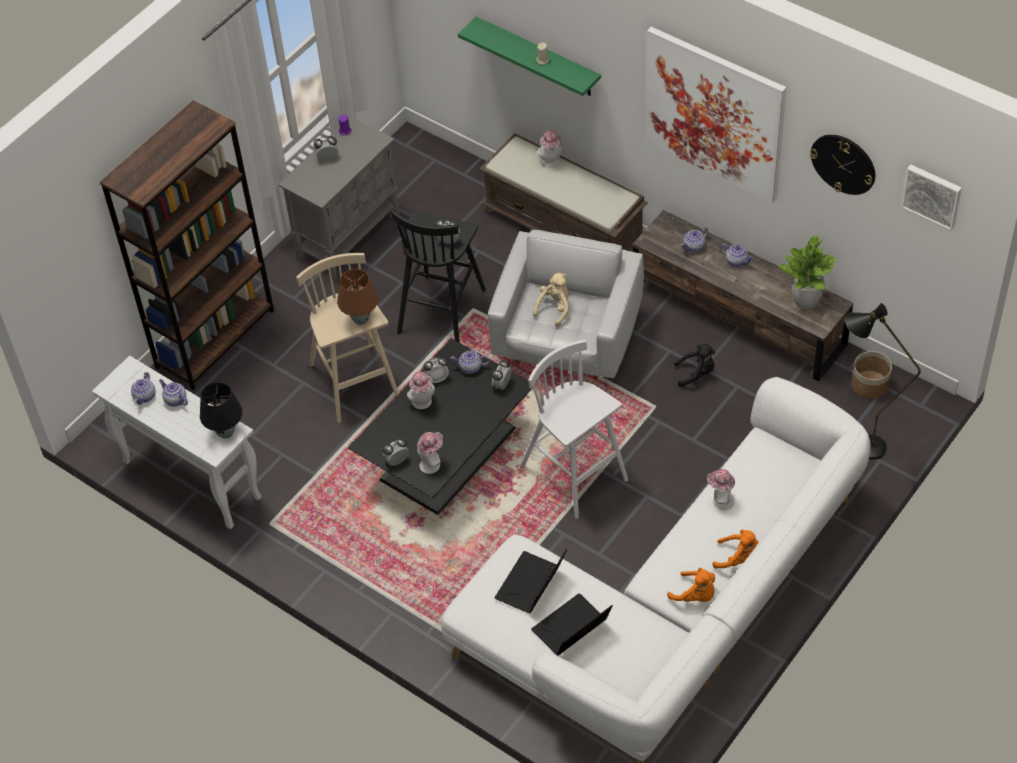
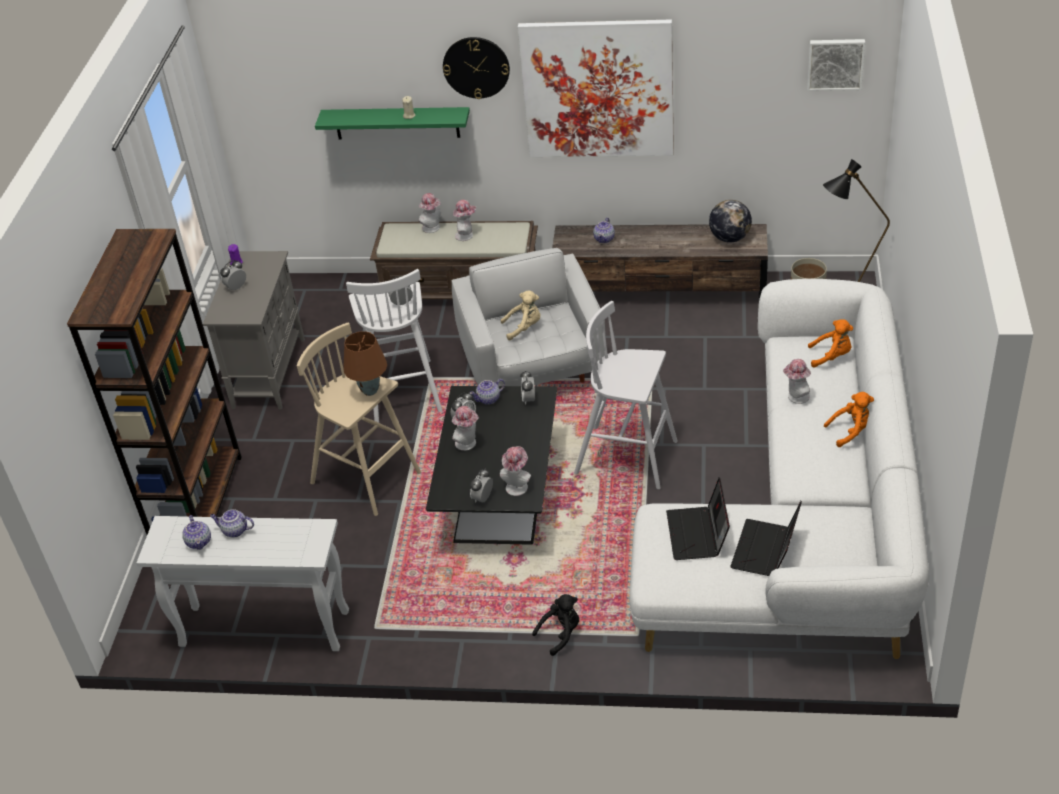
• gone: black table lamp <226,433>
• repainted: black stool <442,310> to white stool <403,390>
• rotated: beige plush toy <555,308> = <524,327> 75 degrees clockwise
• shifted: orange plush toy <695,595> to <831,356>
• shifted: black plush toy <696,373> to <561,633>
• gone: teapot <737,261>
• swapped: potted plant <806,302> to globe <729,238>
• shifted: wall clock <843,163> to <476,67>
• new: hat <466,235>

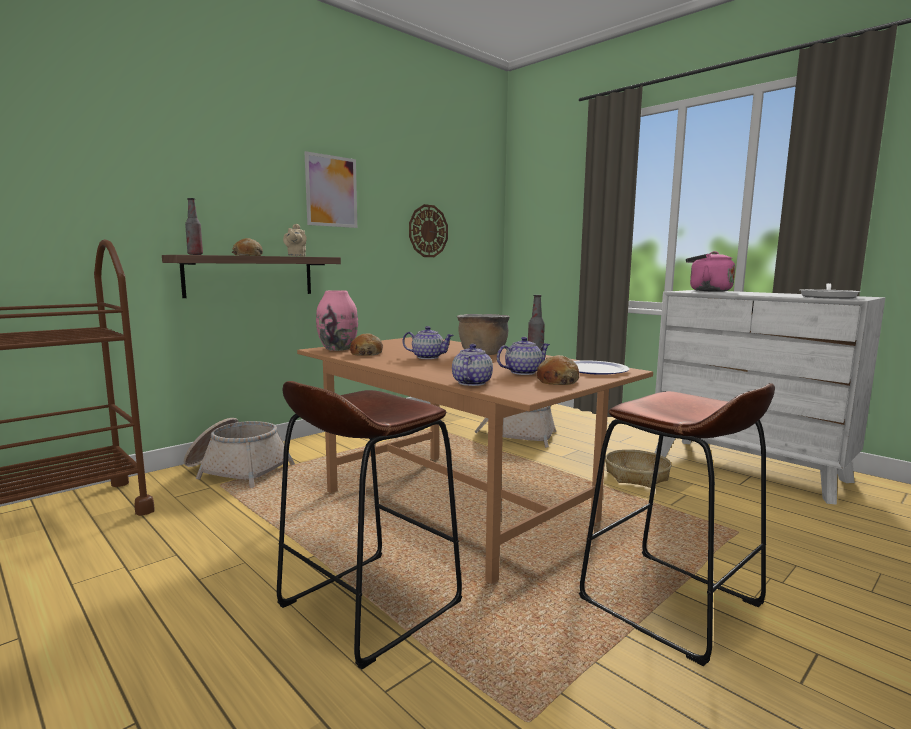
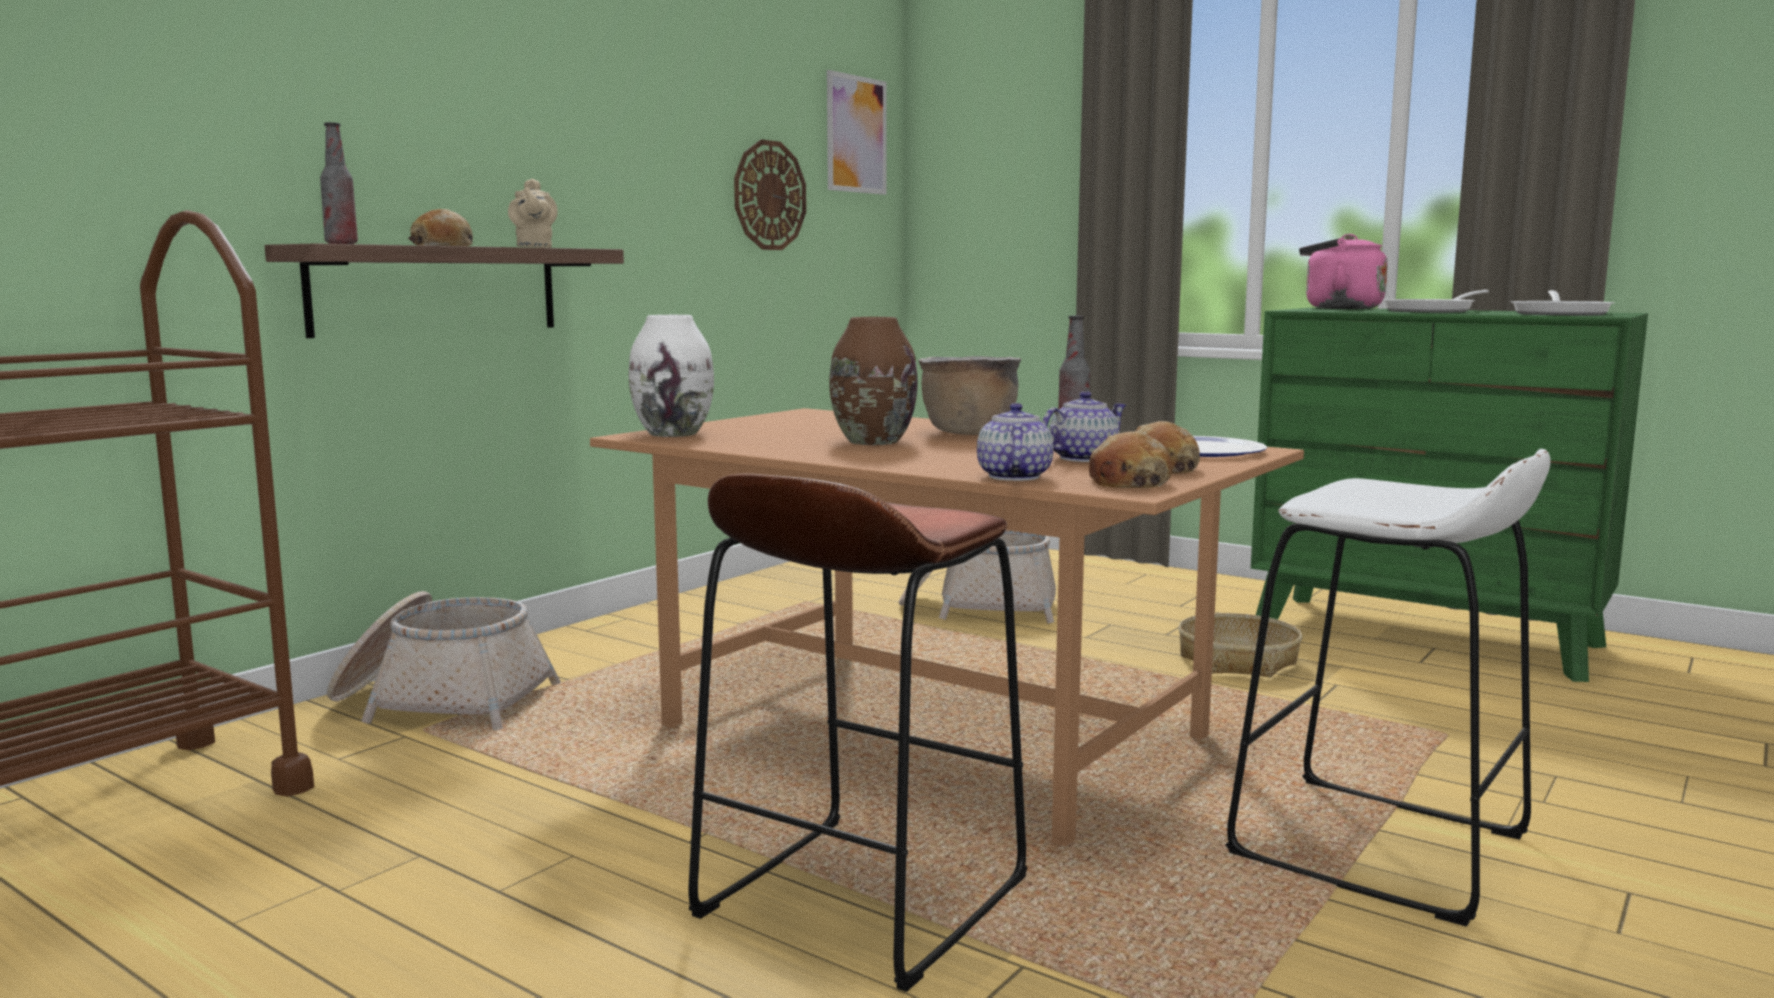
• shifted: picture <331,191> to <856,134>
• repainted: pink vase <338,348> to white vase <673,433>
• shifted: bread <366,353> to <1128,482>
• swapped: teapot <427,357> to brown vase <873,441>
• repainted: brown stool <670,603> to white stool <1379,847>
• repainted: white dresser <748,468> to green dresser <1424,635>
• new: frying pan <1434,311>

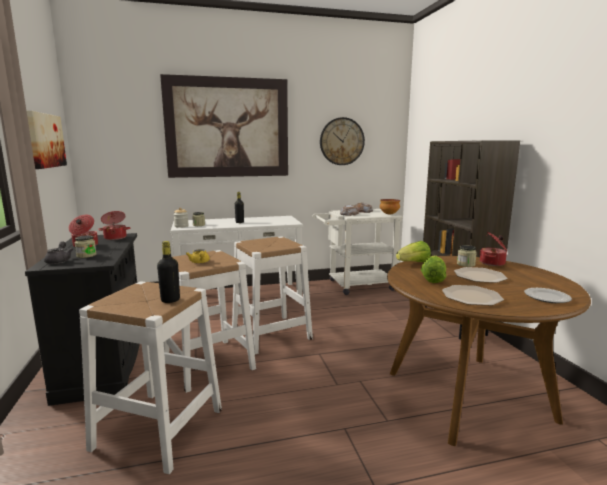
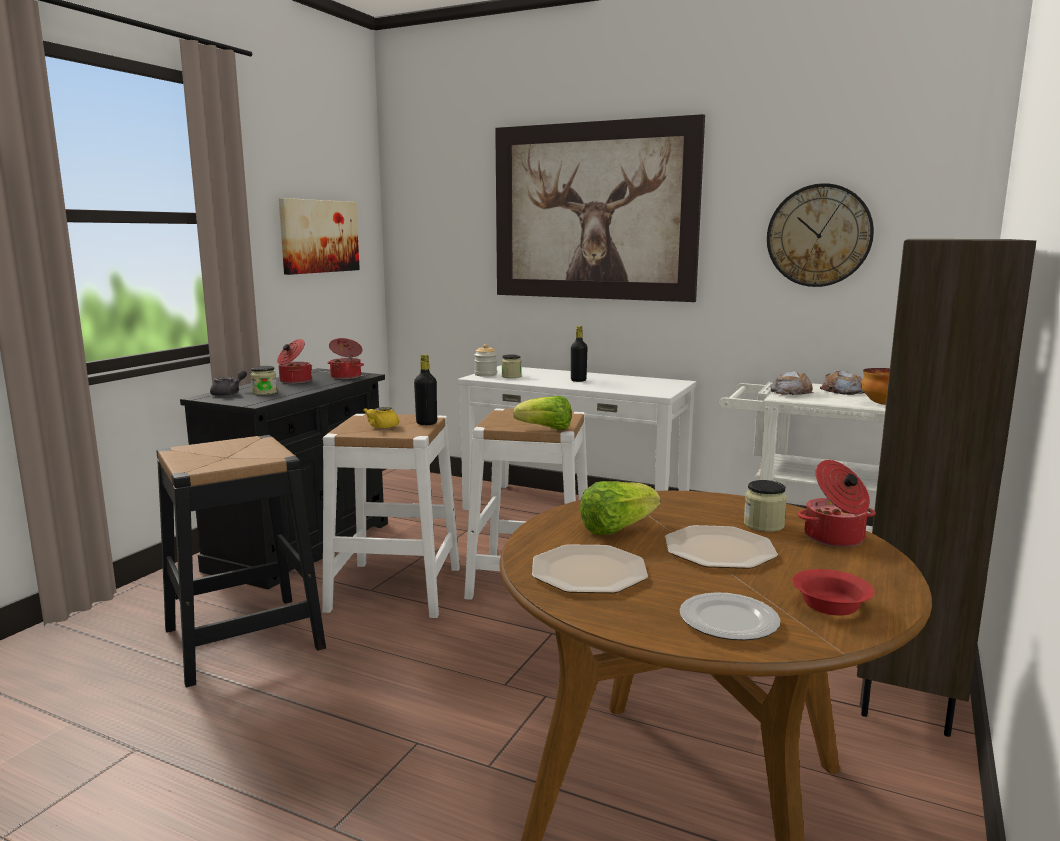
• repainted: white stool <158,428> to black stool <243,638>
• shifted: black bottle <170,300> to <426,423>
• shifted: lettuce <413,263> to <546,429>
• new: red bowl <830,606>

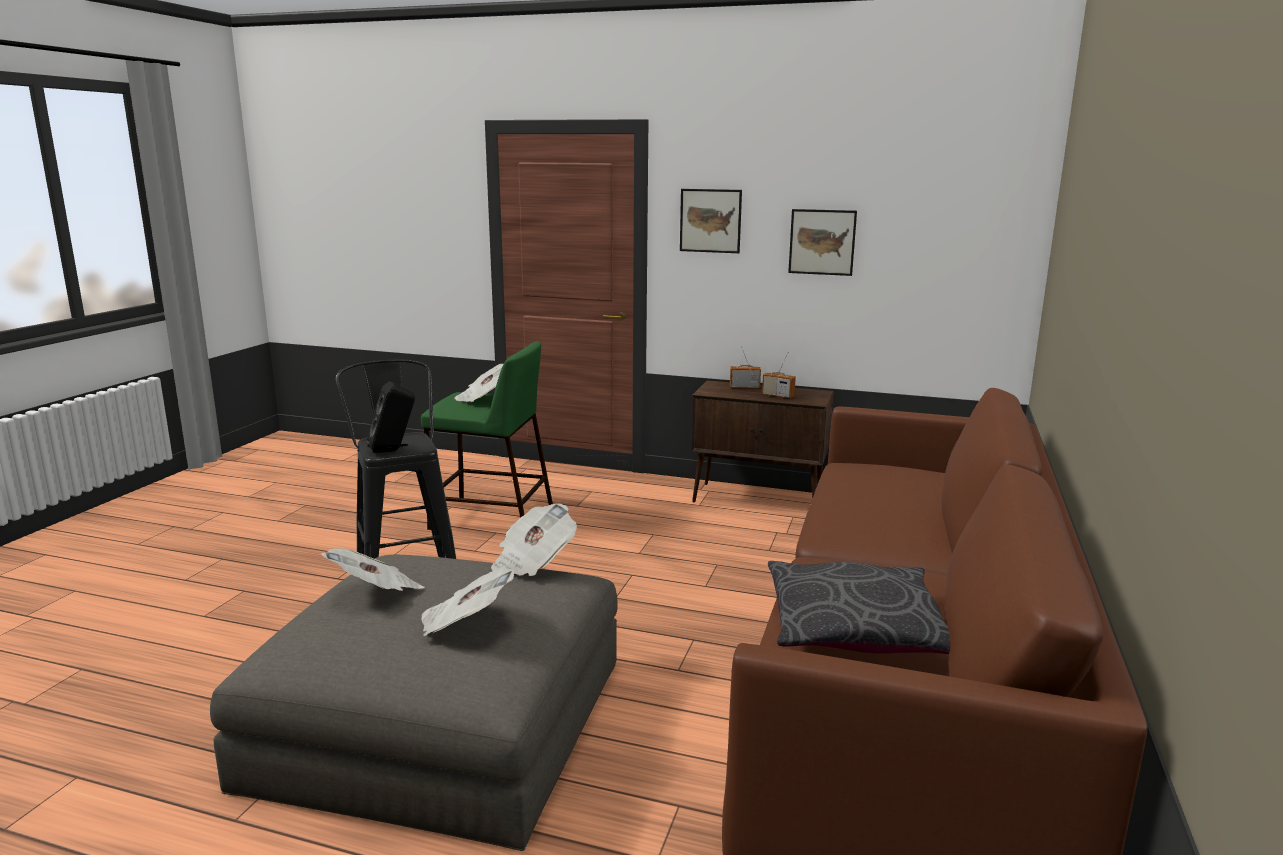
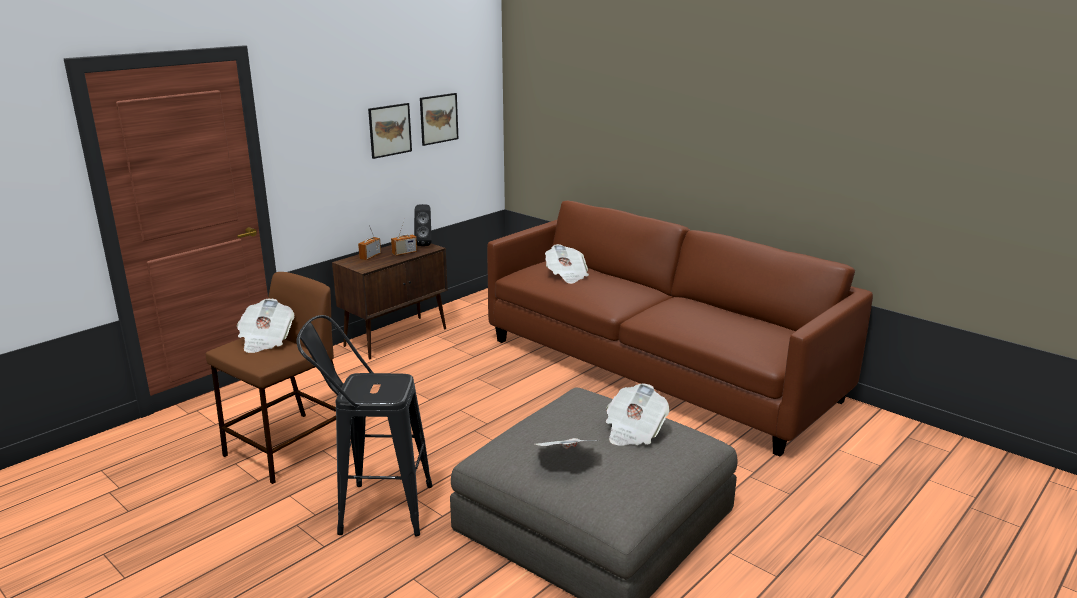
• shifted: black speaker <393,450> to <424,244>
• repainted: green stool <490,518> to brown stool <288,448>
• shifted: newspaper <533,561> to <566,275>
• shifted: picture <710,220> to <438,118>
• gone: grey pillow <854,627>

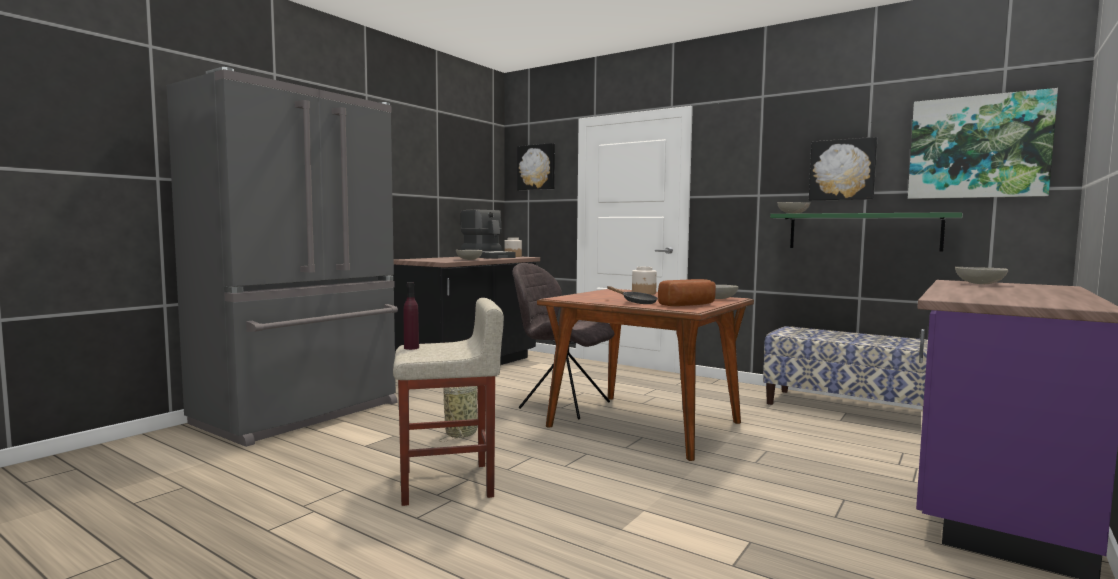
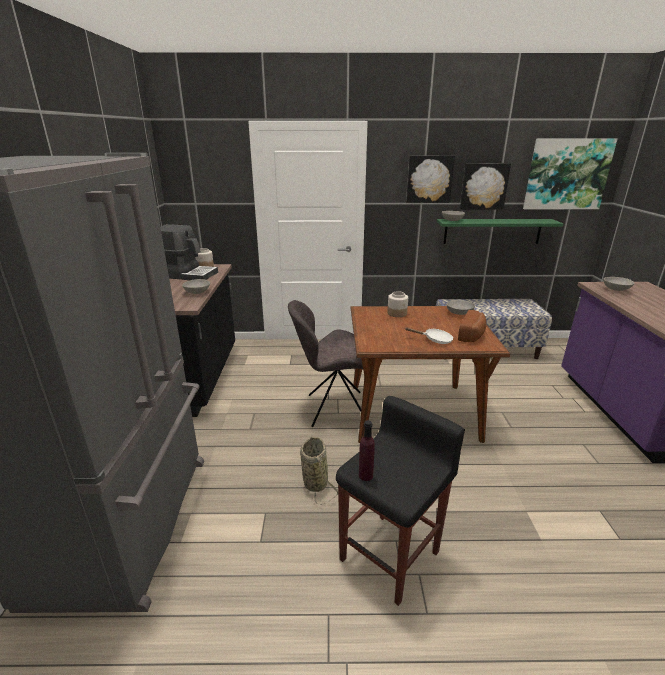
• repainted: beige stool <448,483> to black stool <390,554>
• shifted: picture <537,167> to <429,179>
• repainted: black frying pan <636,302> to white frying pan <435,340>

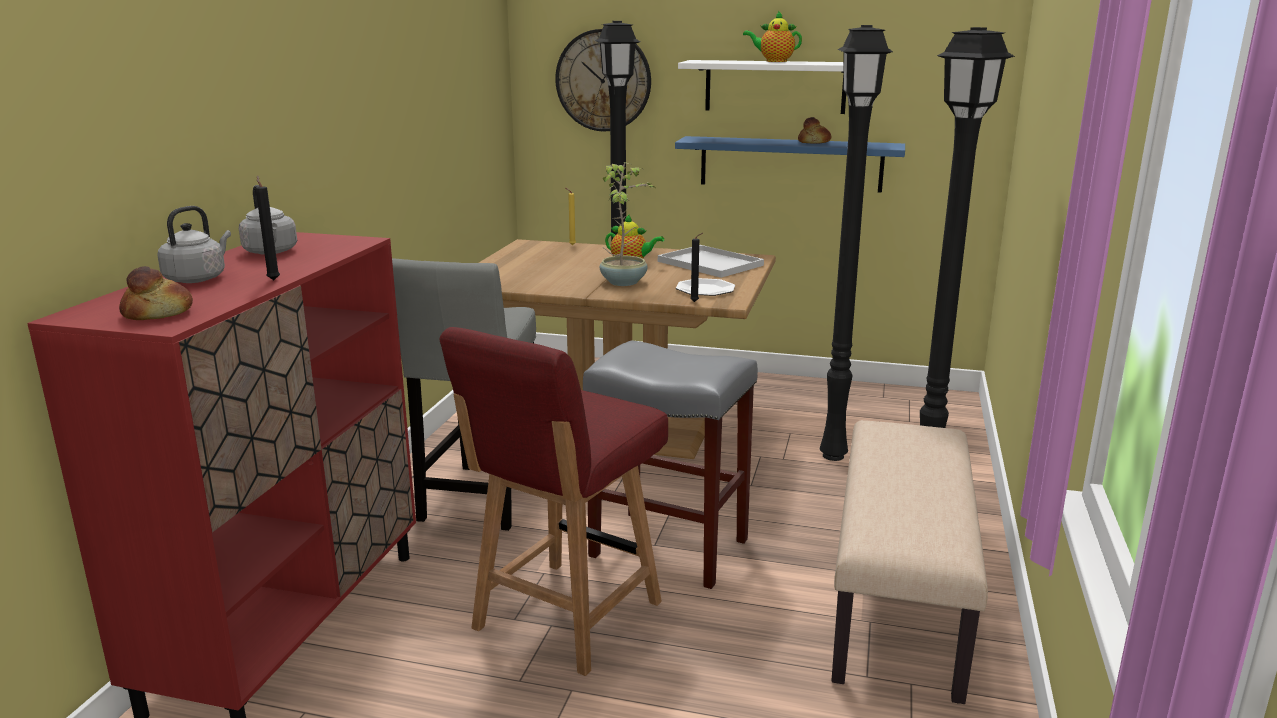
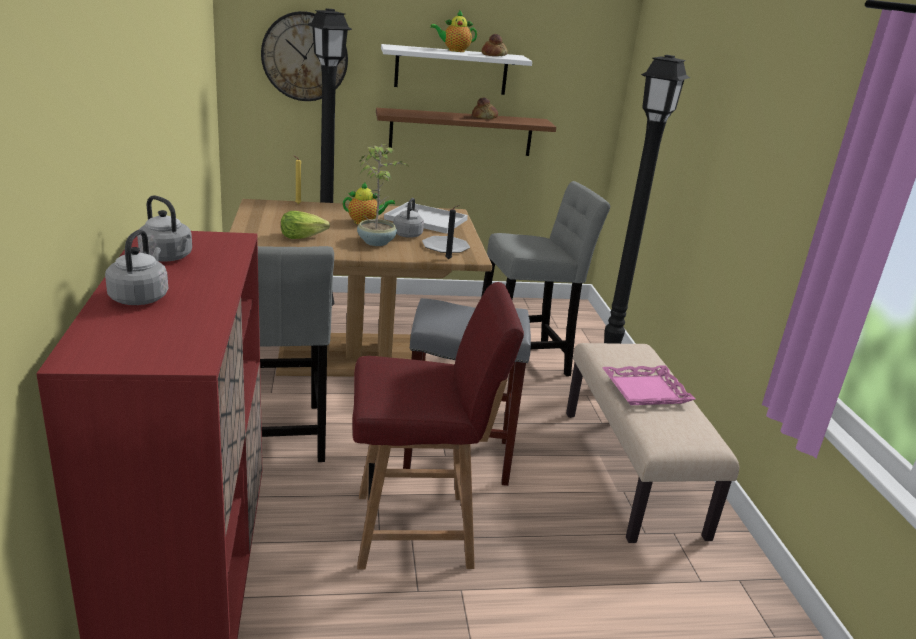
• shifted: bread <159,314> to <494,55>
• gone: black candle <273,279>
• rotated: red chair <565,617> = <417,530> 105 degrees counterclockwise
• repainted: blue shelf <790,164> to brown shelf <461,132>
• swapped: black floor lamp <835,457> to grey stool <526,363>
• new: lettuce <302,237>
• new: grey kettle <408,234>
• new: pink tray <645,390>

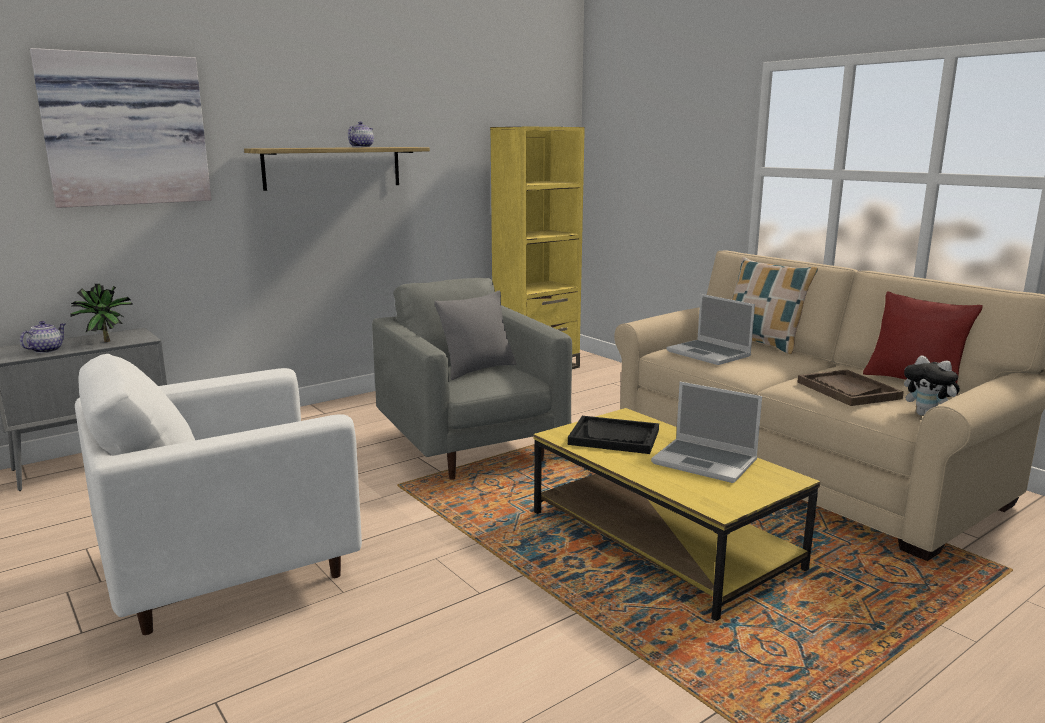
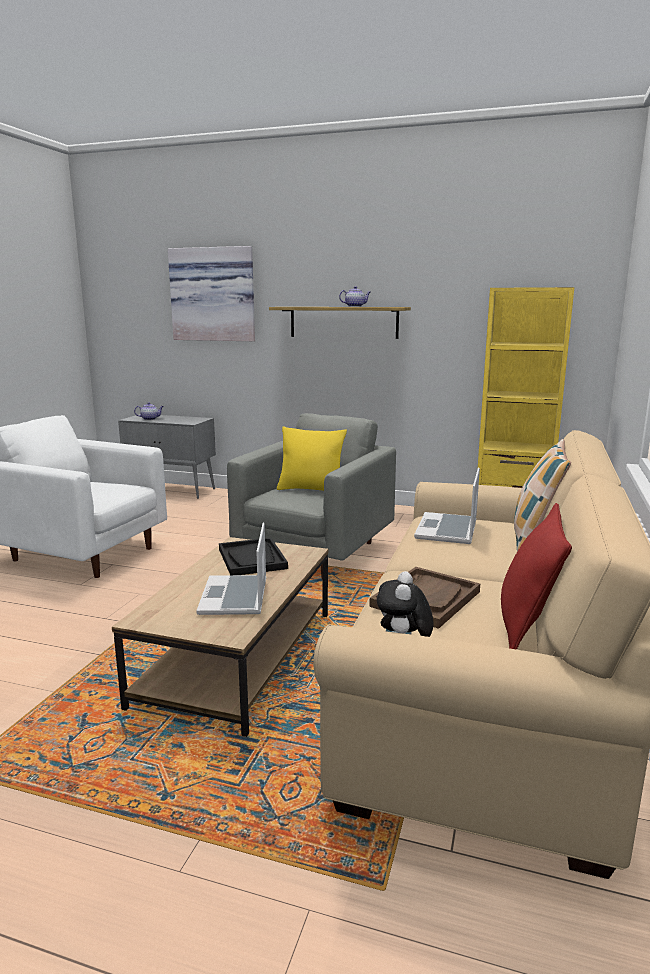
• gone: potted plant <105,341>
• repainted: grey pillow <478,369> to yellow pillow <311,489>
• repainted: yellow coffee table <663,541> to brown coffee table <237,658>

